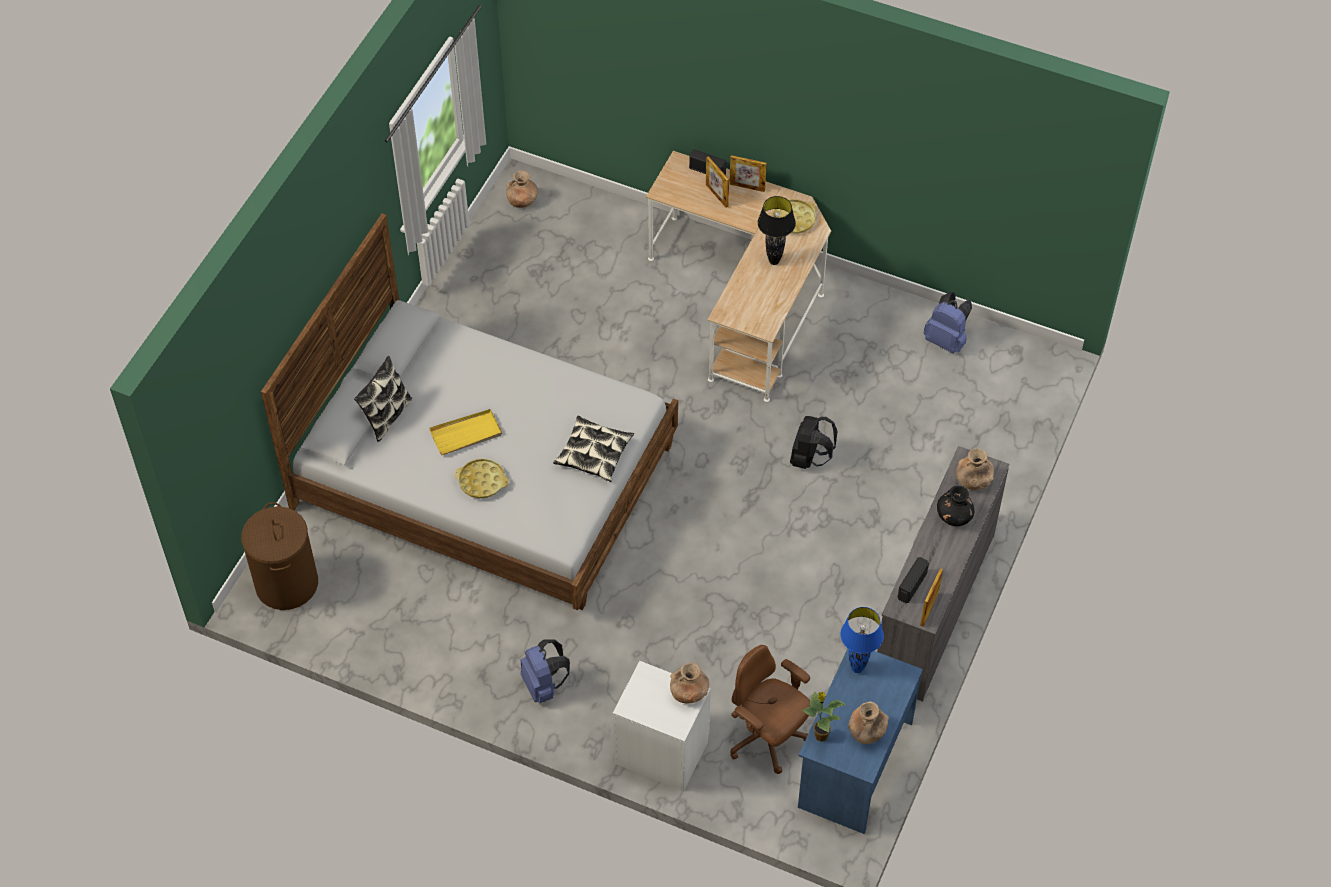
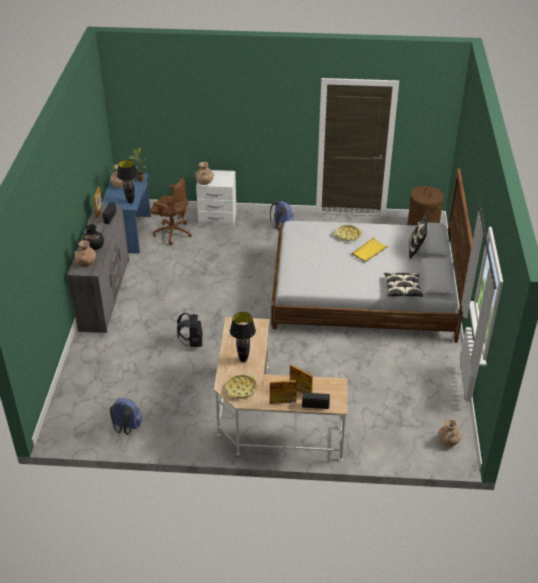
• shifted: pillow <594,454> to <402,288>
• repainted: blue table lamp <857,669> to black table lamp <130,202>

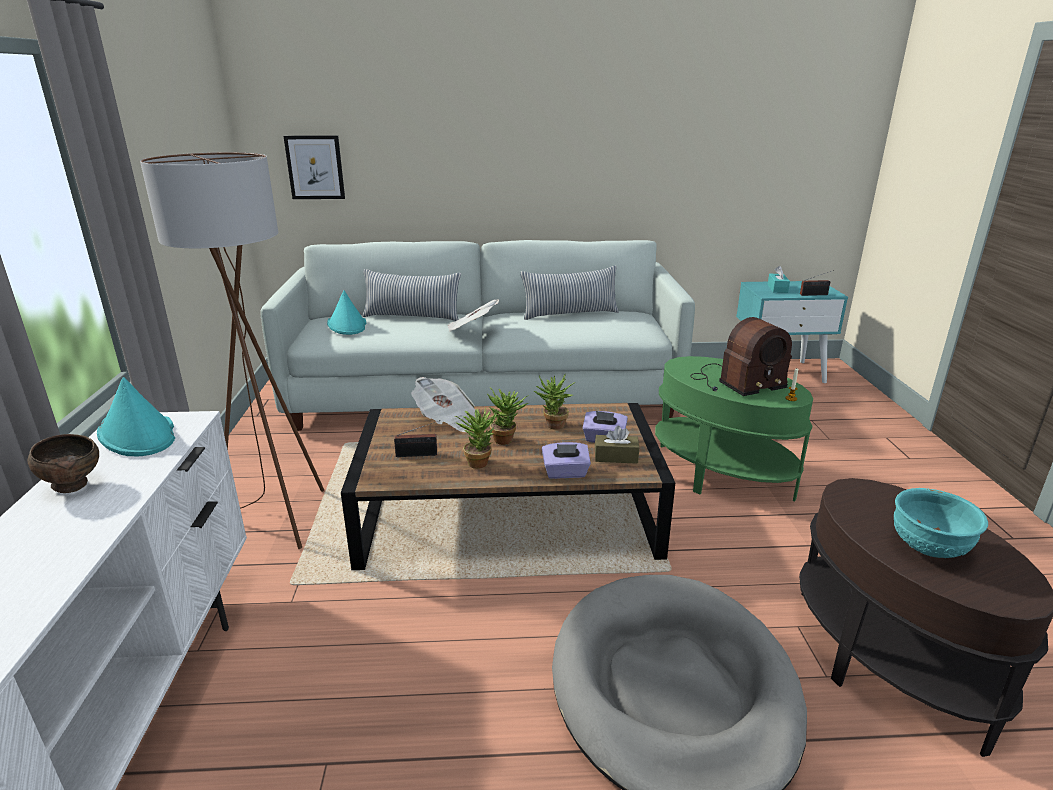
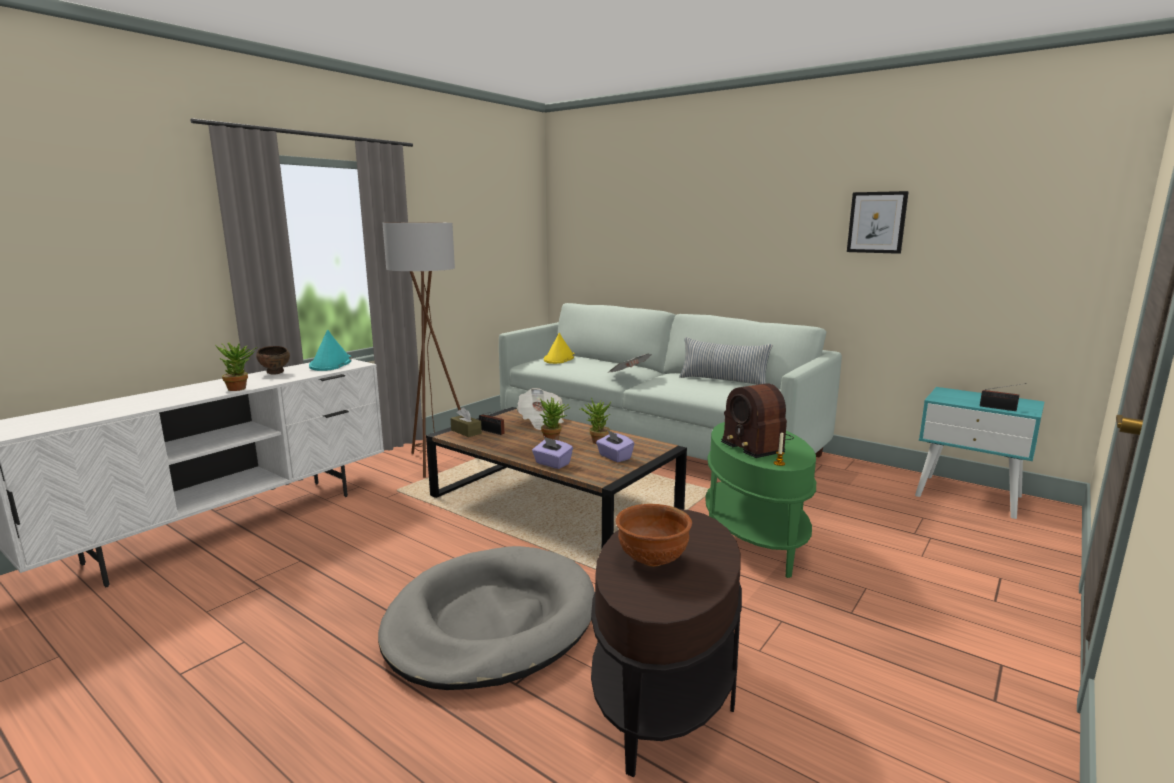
• shifted: picture <315,167> to <876,222>
• repainted: turquoise hat <347,324> to yellow hat <559,358>
• gone: pillow <412,317>
• shifted: potted plant <479,461> to <241,388>
• shifted: brown tissue box <616,457> to <466,432>
• rotated: radio <735,382> = <756,443> 45 degrees clockwise
• gone: turquoise tissue box <777,288>
• repainted: turquoise bowl <927,549> to brown bowl <651,560>

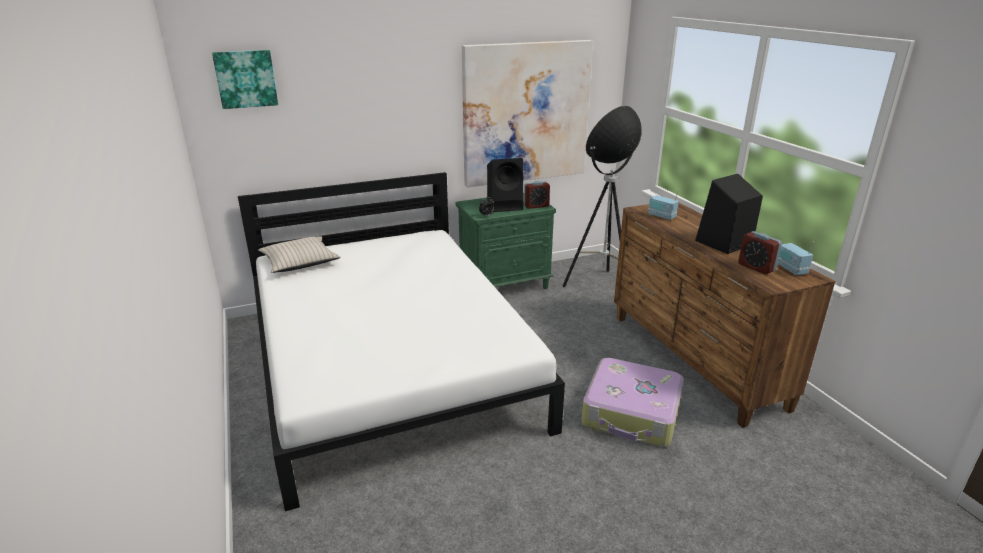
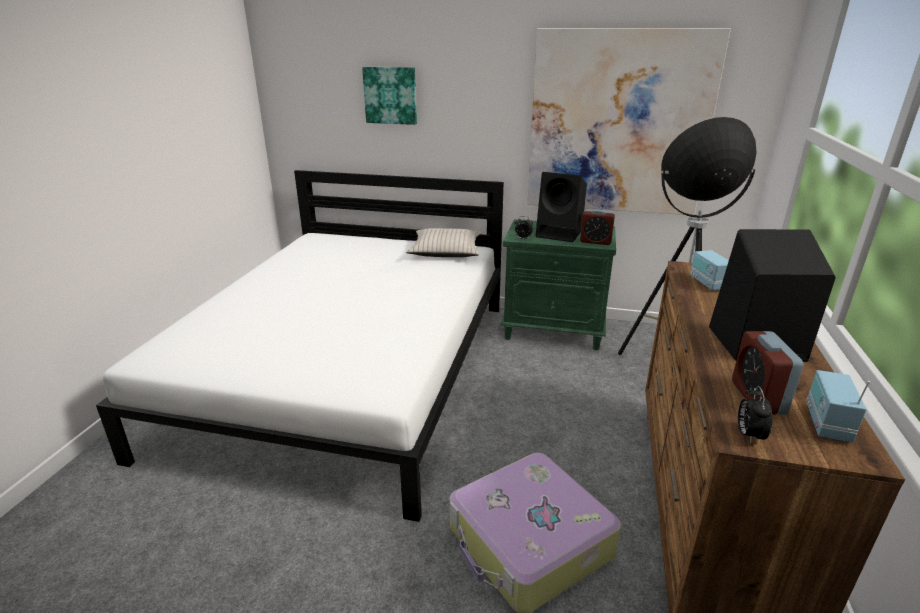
• shifted: picture <246,79> to <391,95>
• shifted: beige pillow <299,262> to <445,251>
• new: alarm clock <748,435>

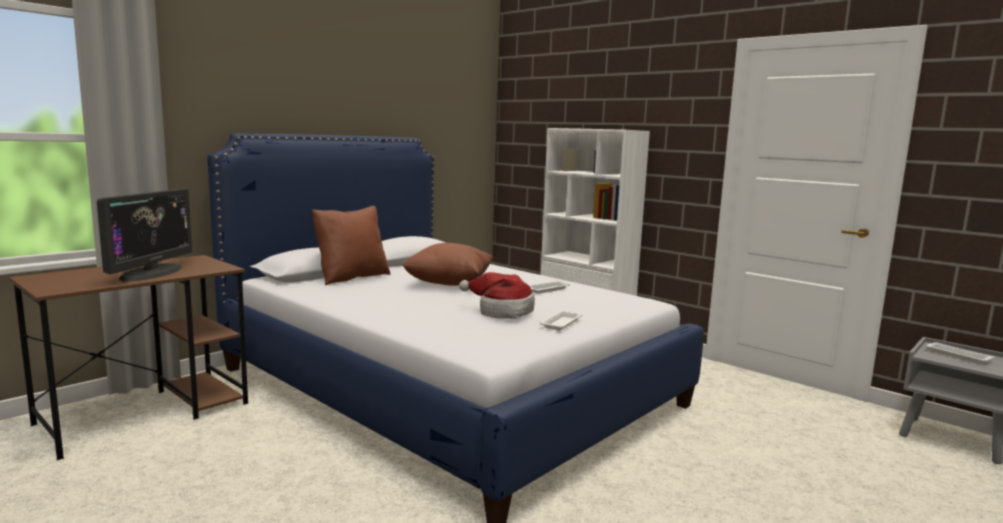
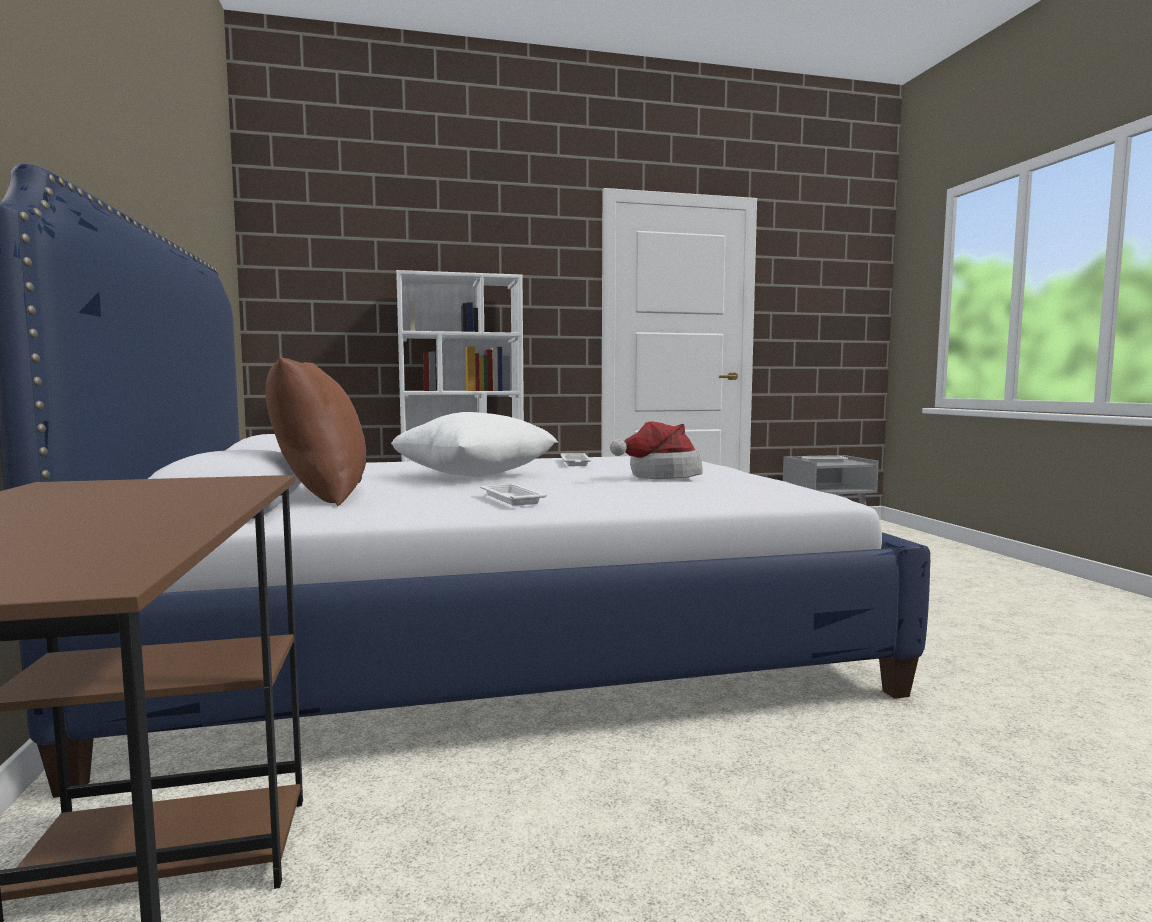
• gone: monitor <151,273>
• repainted: brown pillow <449,284> to white pillow <474,476>
• shifted: white tray <561,323> to <511,499>

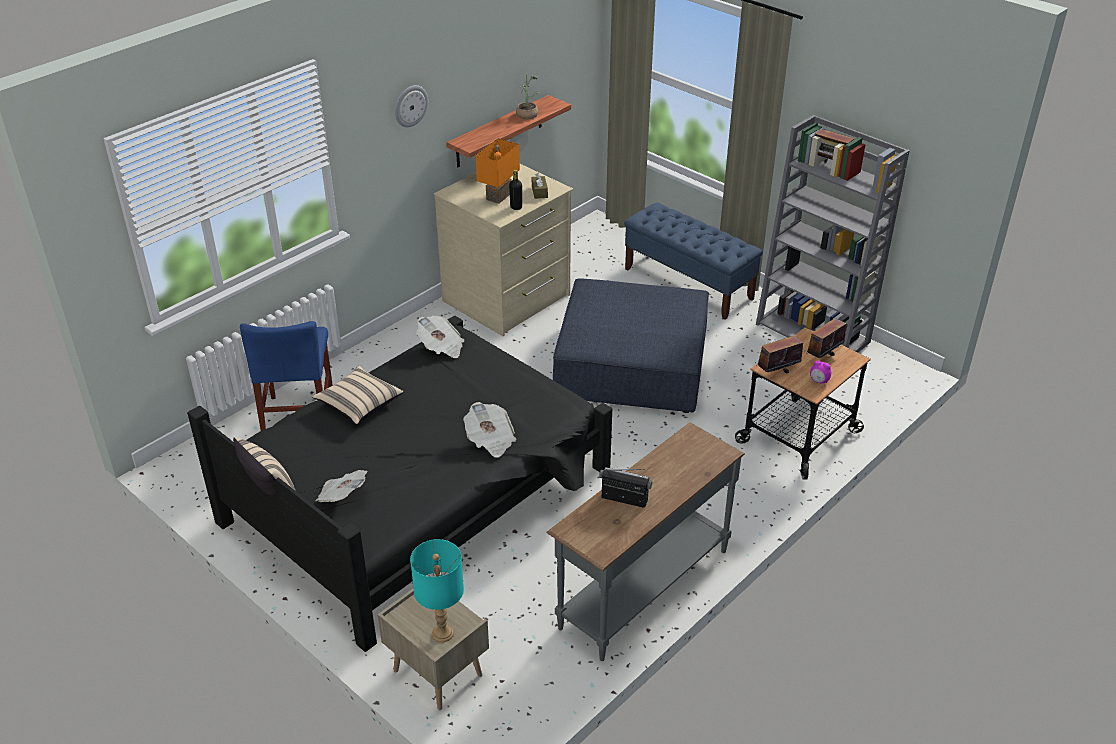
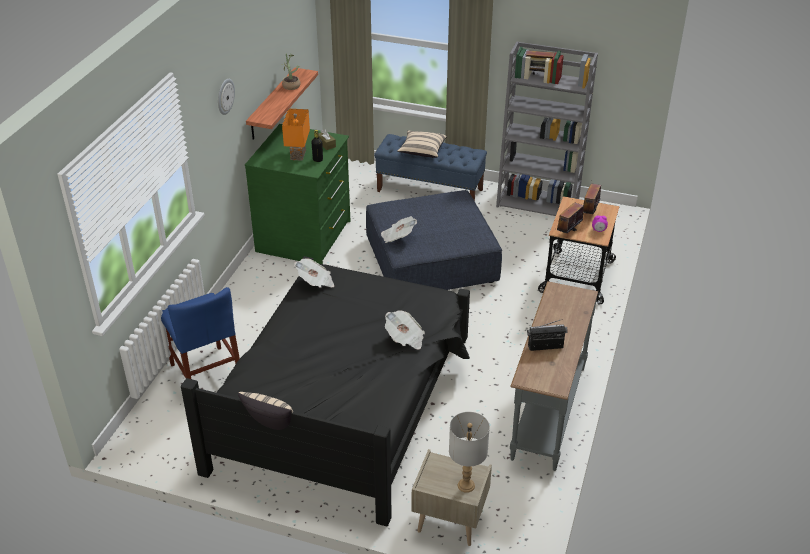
• shifted: beige pillow <359,404> to <422,151>
• shifted: newspaper <342,496> to <398,237>
• repainted: turquoise table lamp <443,633> to grey table lamp <466,485>
• repainted: beige dresser <507,299> to green dresser <305,236>

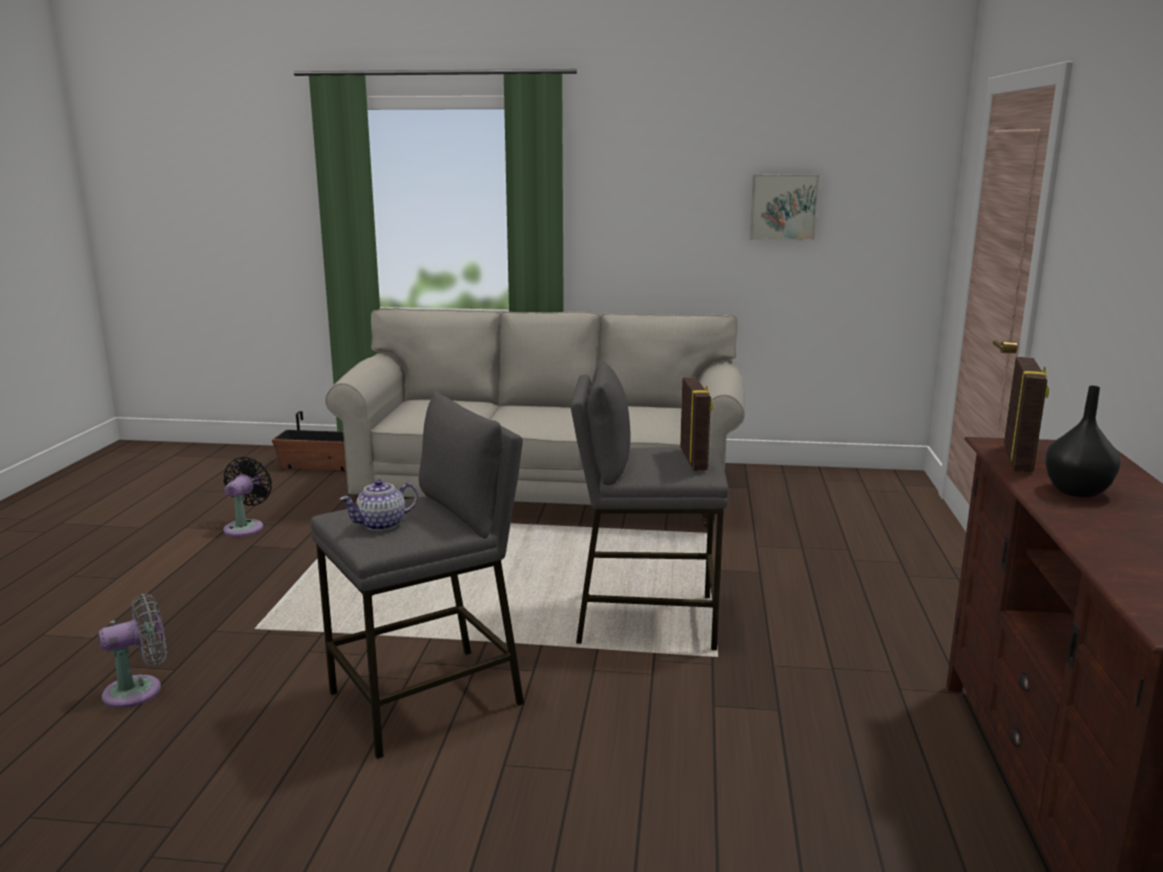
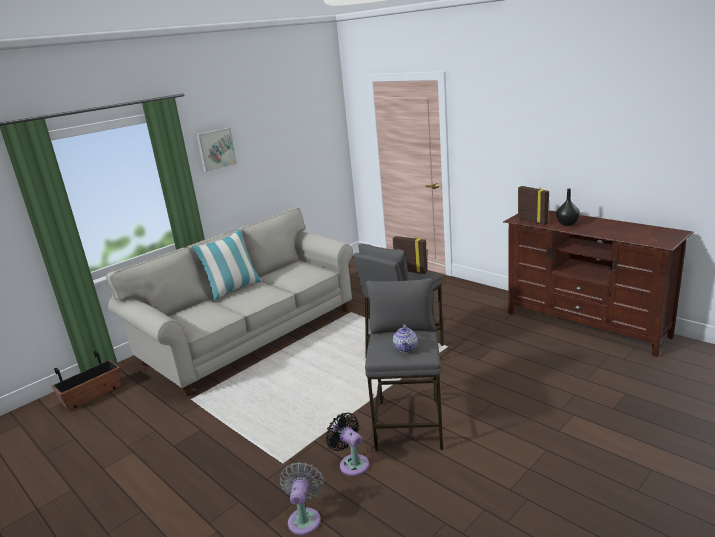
• shifted: black fan <246,527> to <352,463>
• shifted: picture <783,207> to <215,149>
• new: pillow <233,289>

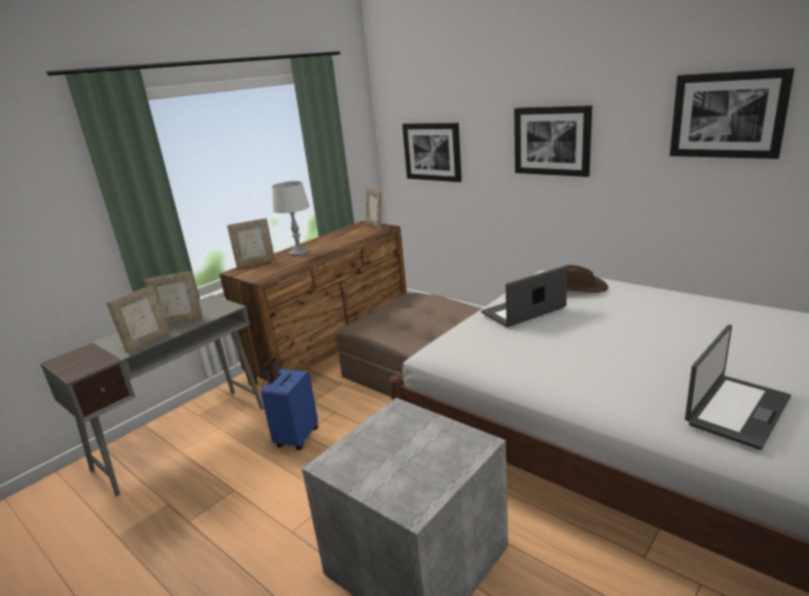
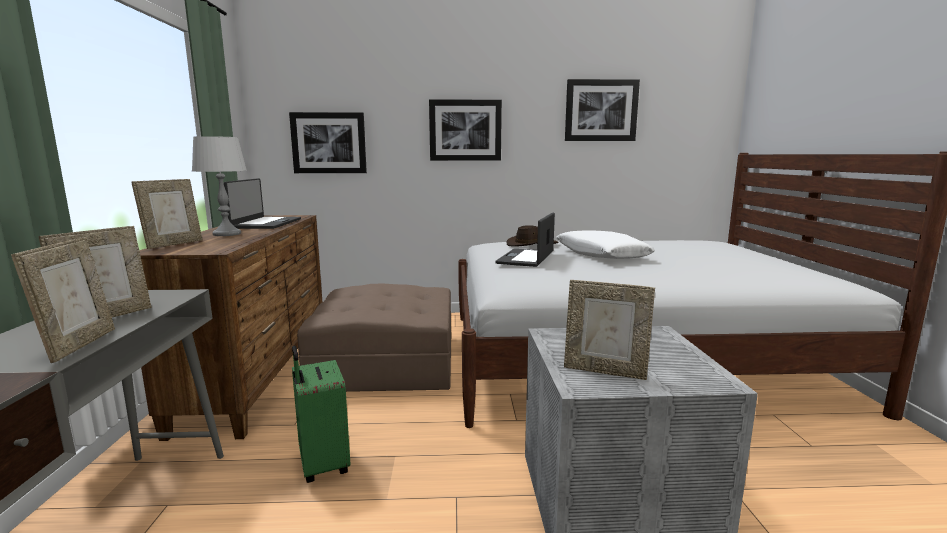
• repainted: blue suitcase <296,438> to green suitcase <322,465>
• shifted: picture frame <375,226> to <605,371>
• shifted: laptop <736,410> to <266,223>
• new: white pillow <601,255>

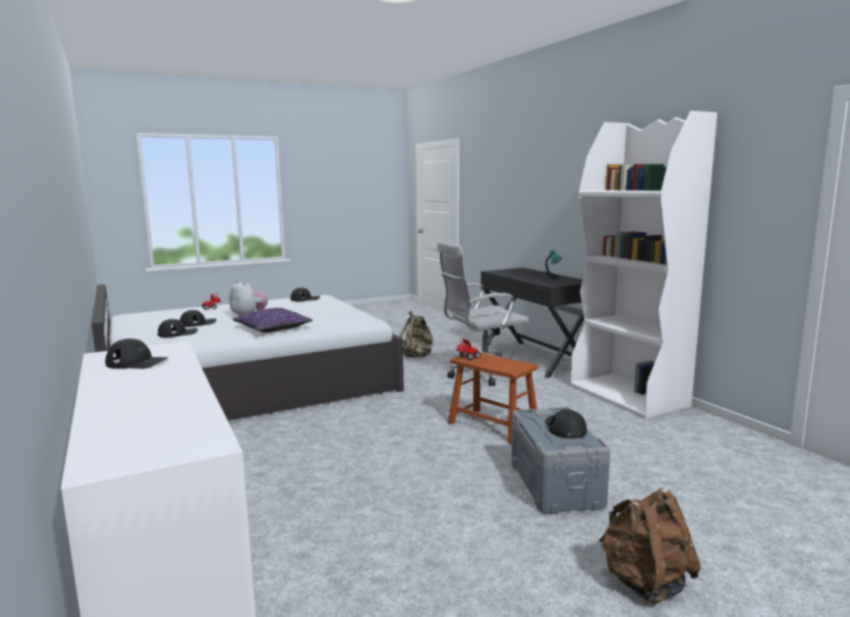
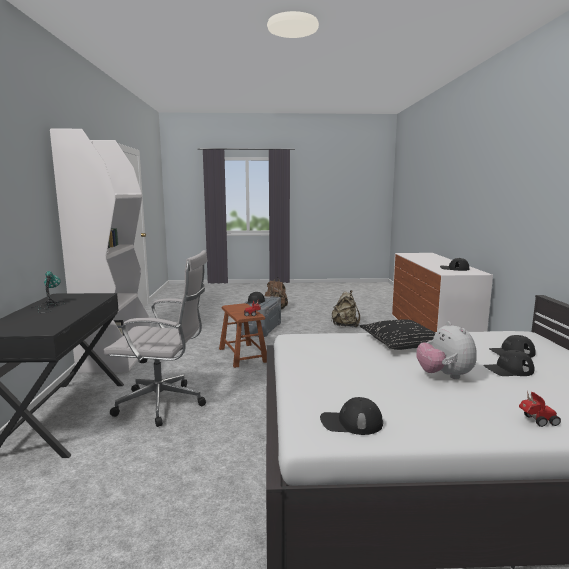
• repainted: purple pillow <273,328> to black pillow <402,343>
• shifted: beige backpack <417,356> to <345,326>

